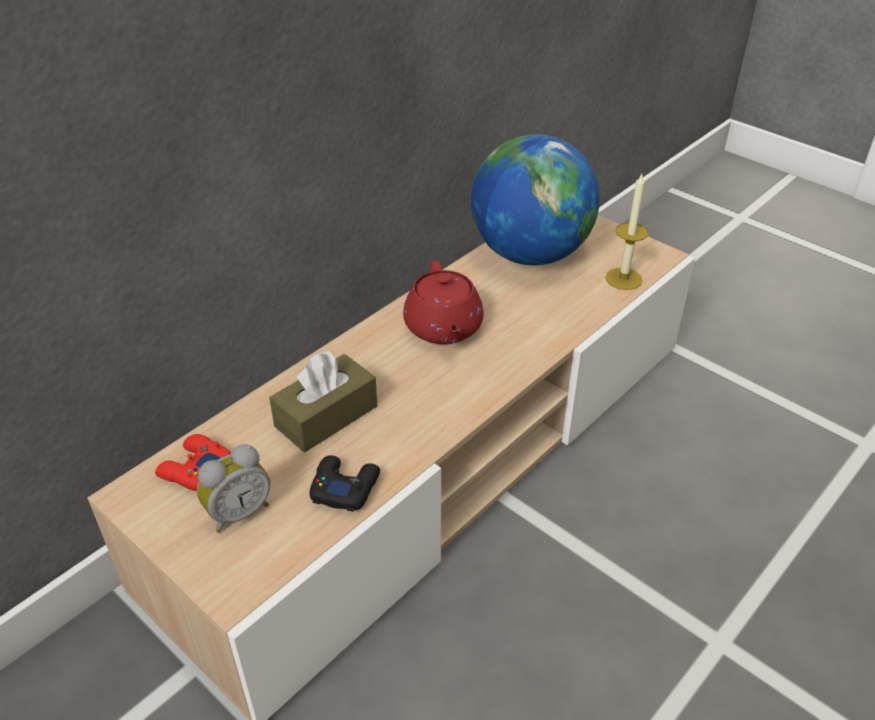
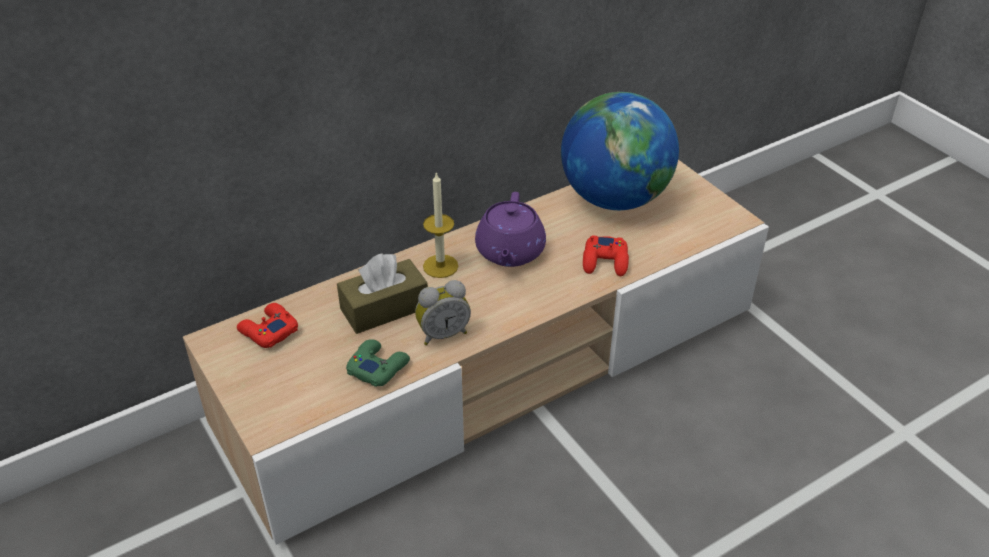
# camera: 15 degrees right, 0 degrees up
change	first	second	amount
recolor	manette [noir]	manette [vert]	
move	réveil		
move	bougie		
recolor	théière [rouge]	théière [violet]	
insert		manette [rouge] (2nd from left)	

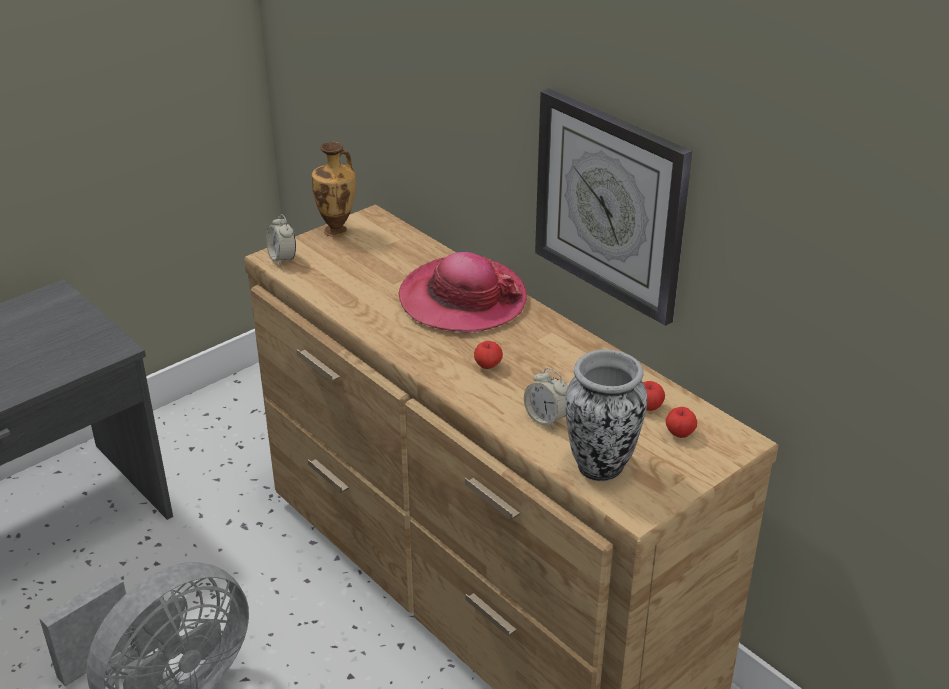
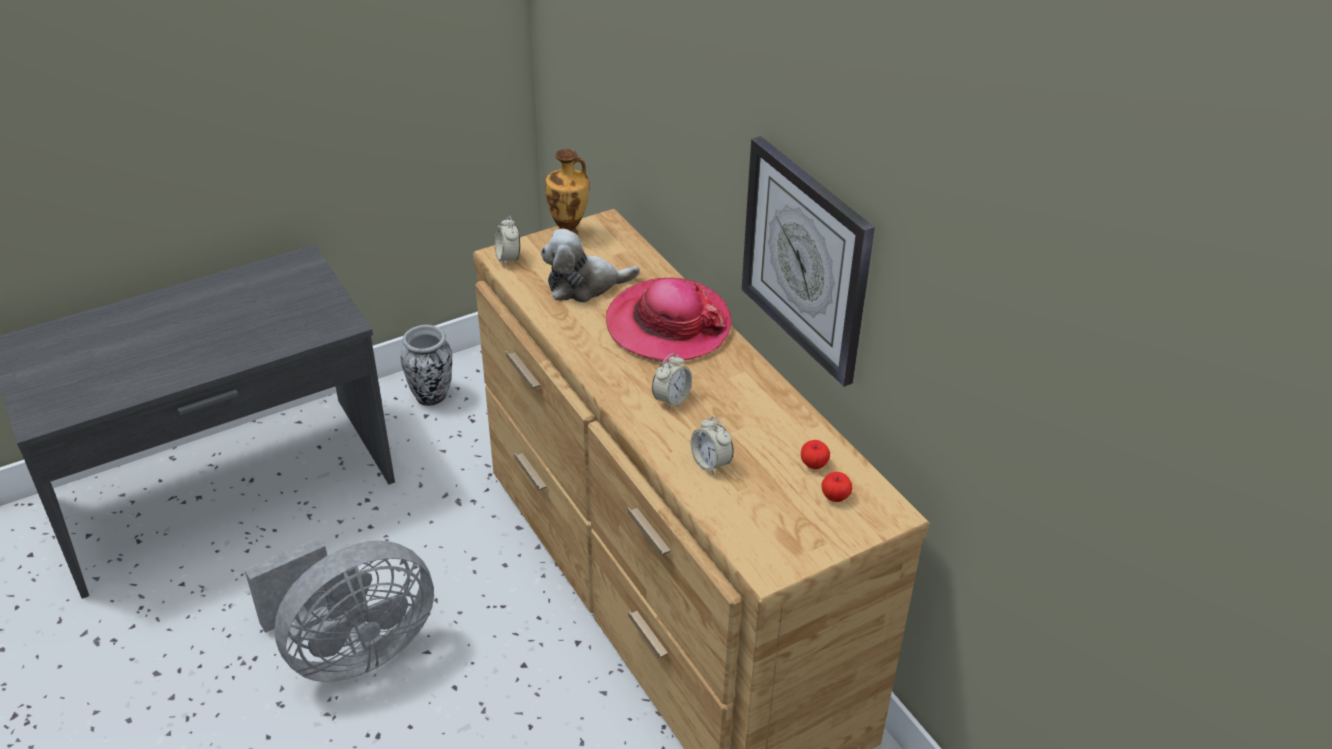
# camera: 10 degrees right, 5 degrees up
change	first	second	amount
move	vase (2nd from left in the first image)	vase (1st from left)	
insert		peluche	
replace	pomme (1st from left)	réveil (2nd from left)	

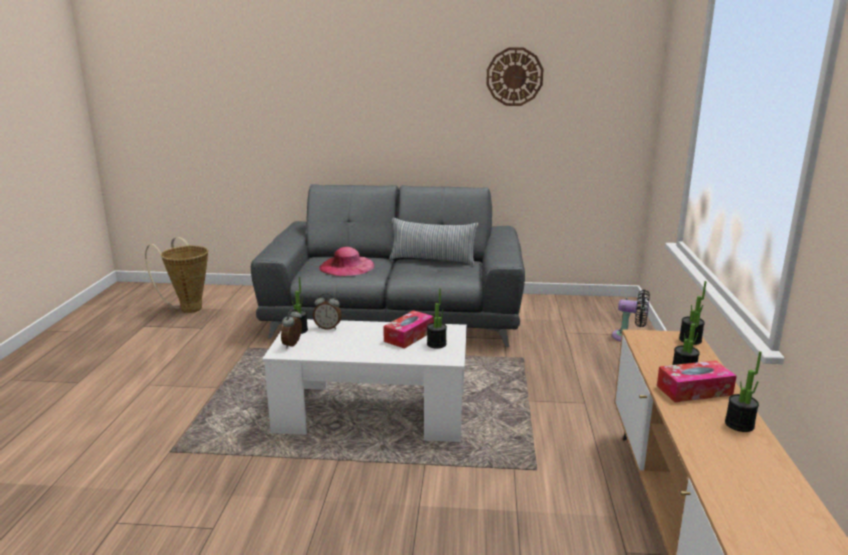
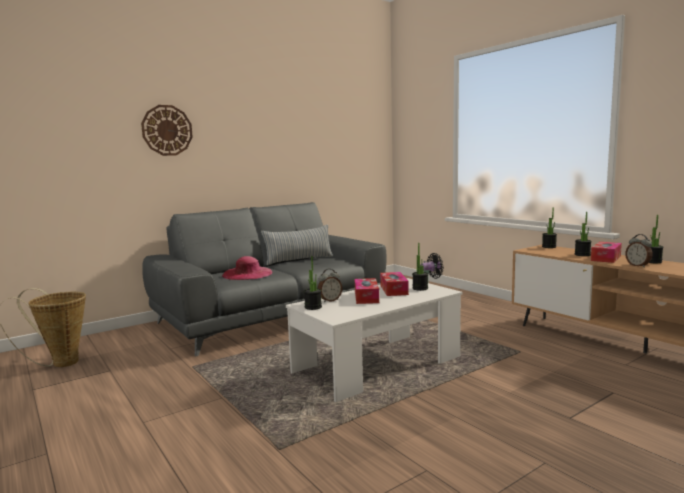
# camera: 40 degrees left, 10 degrees down
change	first	second	amount
move	horloge murale		
insert		boîte à mouchoirs (1st from left)	
move	réveil (1st from left in the first image)	réveil (2nd from left)	

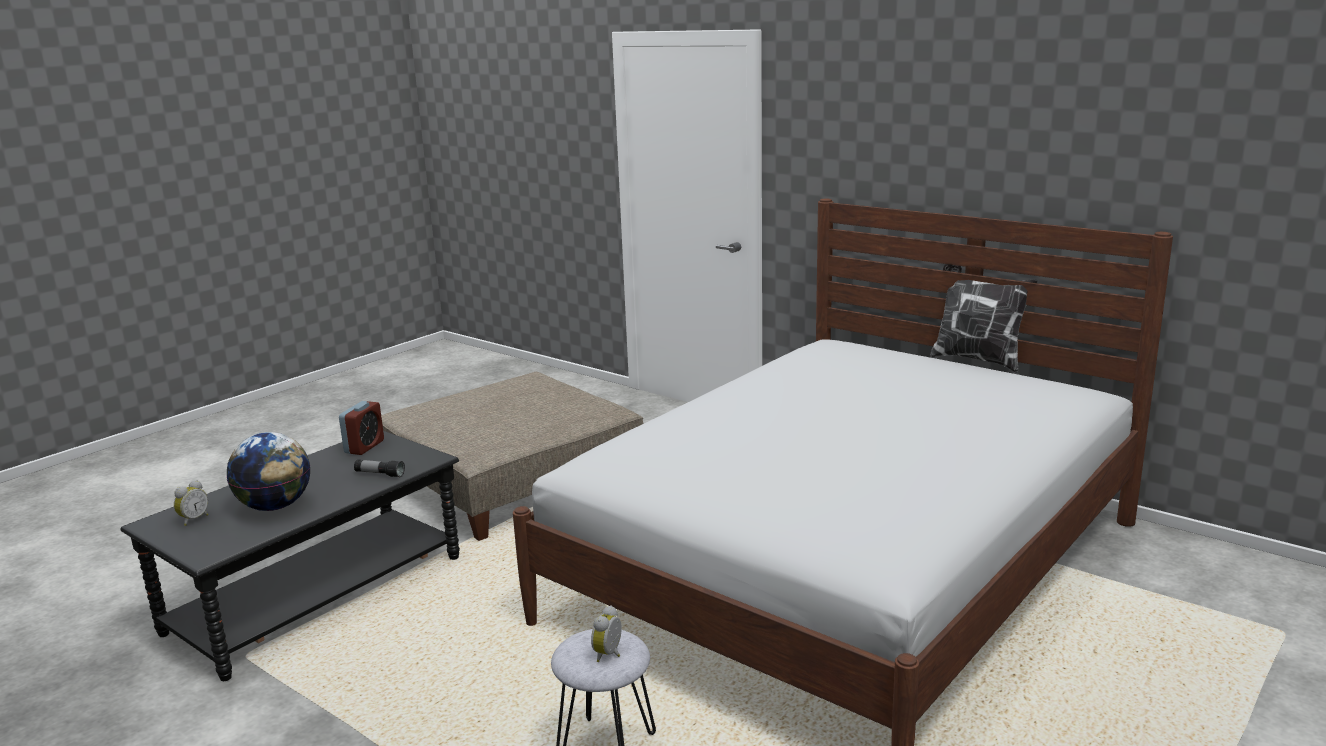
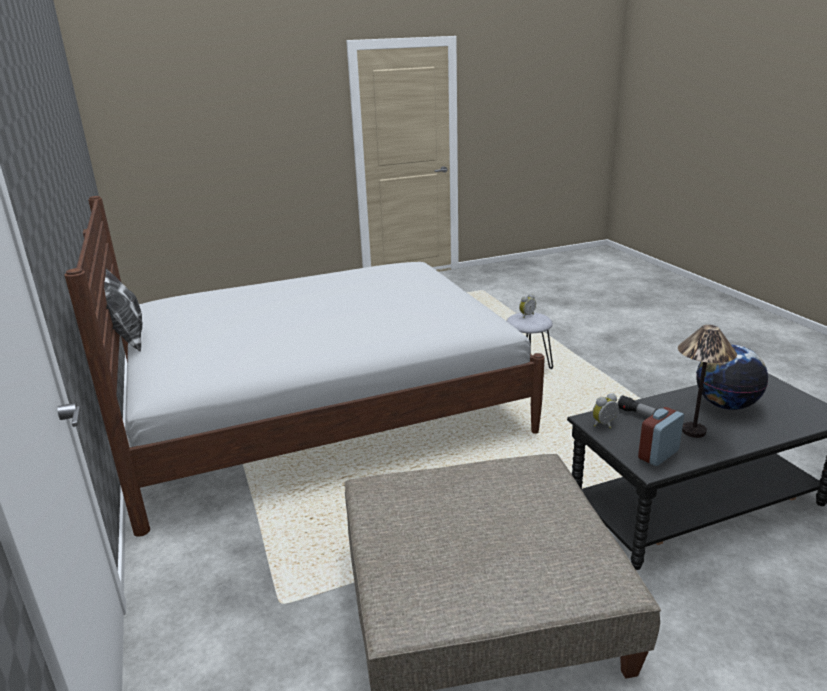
# camera: 150 degrees left, 5 degrees up
change	first	second	amount
move	réveil (1st from left in the first image)	réveil (2nd from left)	
insert		lampe de table	

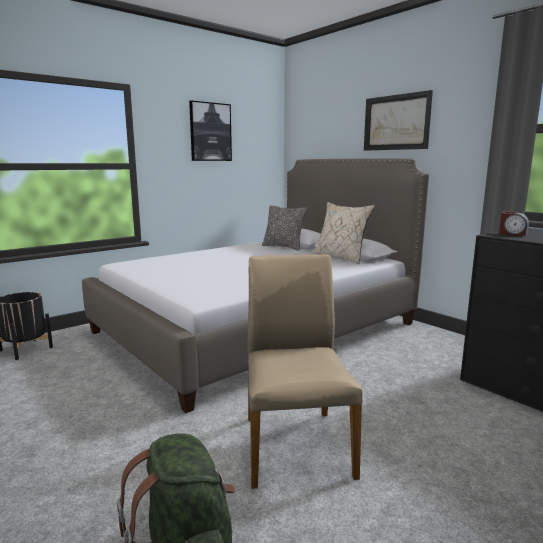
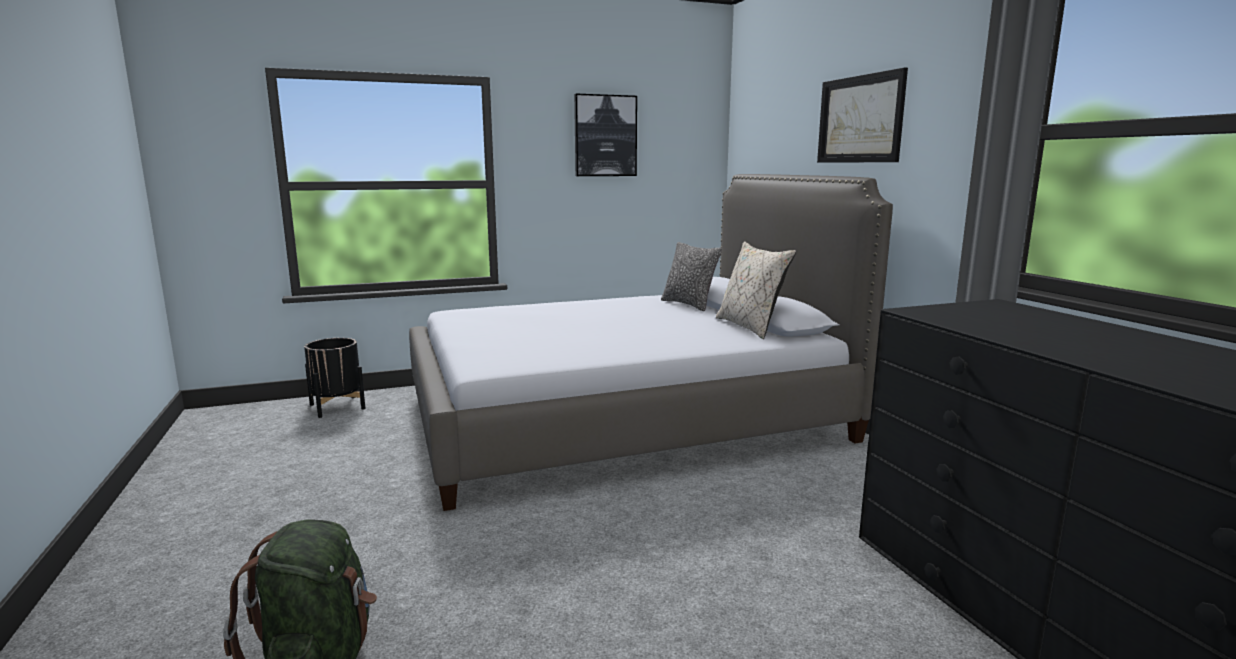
# camera: 20 degrees right, 0 degrees up
change	first	second	amount
delete	chaise [beige]		
delete	réveil		

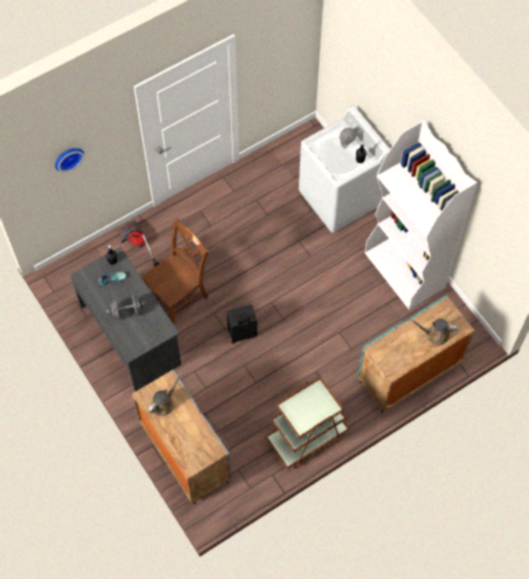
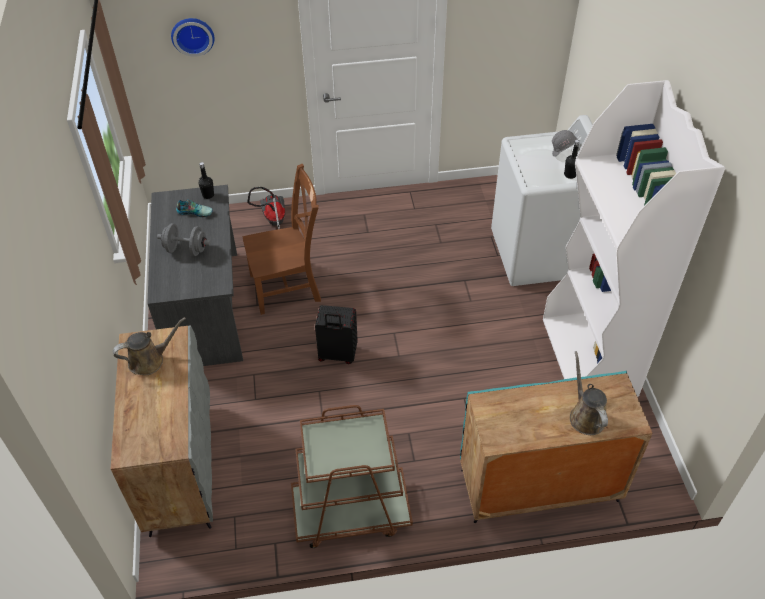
# camera: 25 degrees right, 15 degrees down
change	first	second	amount
rotate	arrosoir [marron] (2nd from left)		45 degrees clockwise

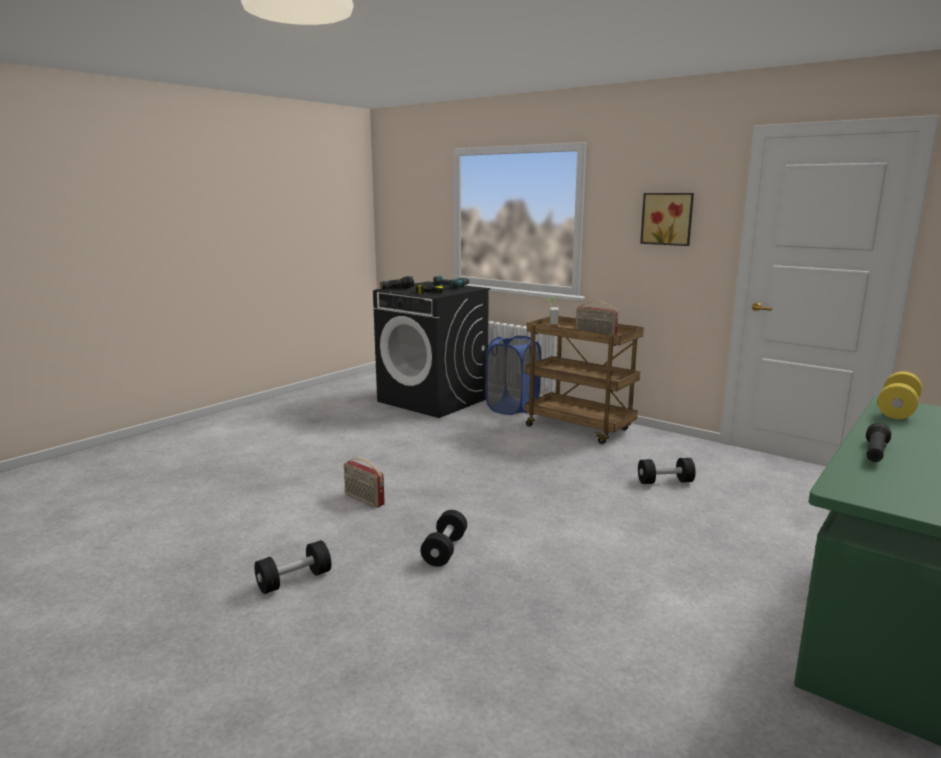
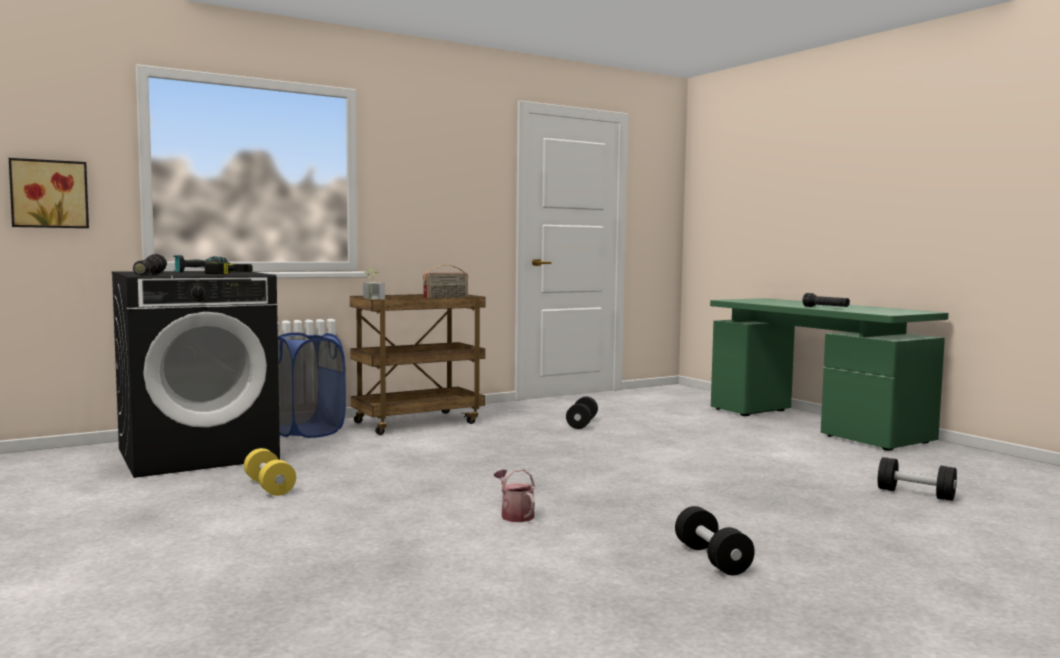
# camera: 70 degrees left, 10 degrees down
change	first	second	amount
move	tableau		
move	haltère [jaune]		
replace	radio (1st from left)	arrosoir	
move	haltère [noir] (2nd from left in the first image)	haltère [noir] (3rd from left)	

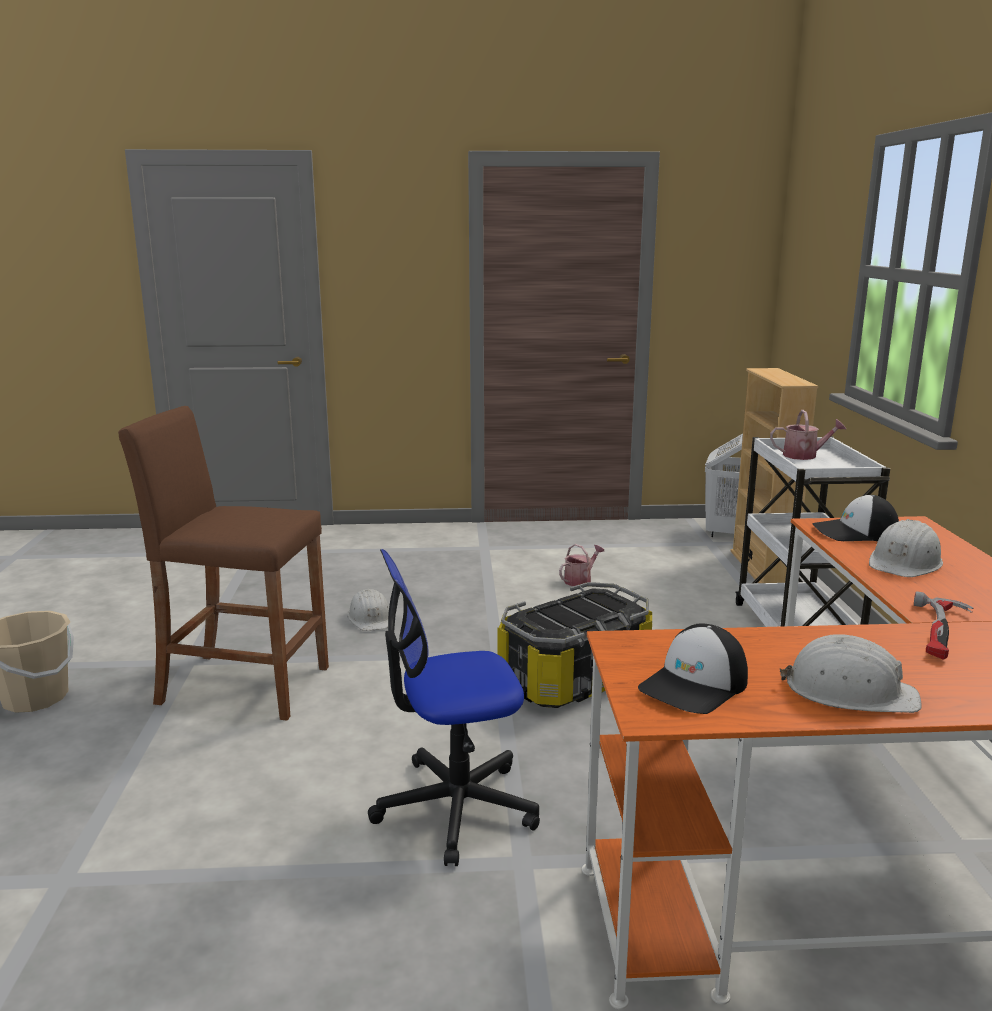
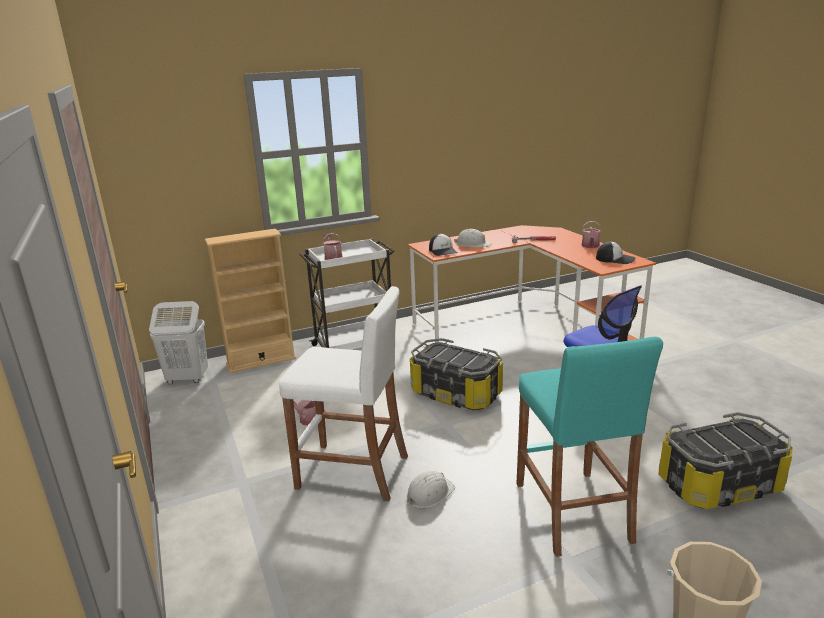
# camera: 110 degrees left, 5 degrees up
change	first	second	amount
insert		tabouret [blanc]	
recolor	tabouret [marron]	tabouret [turquoise]	
replace	casque de chantier [blanc] (2nd from left)	arrosoir (3rd from left)	
insert		boîte de rangement (2nd from left)	

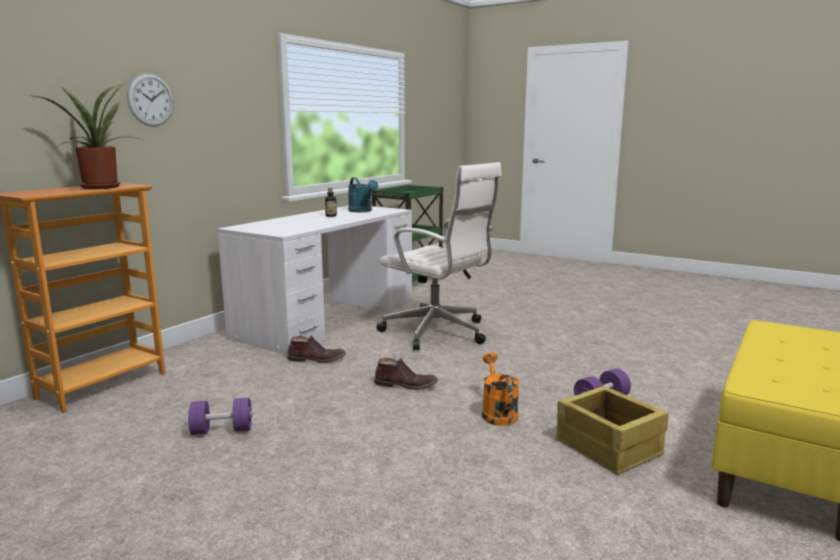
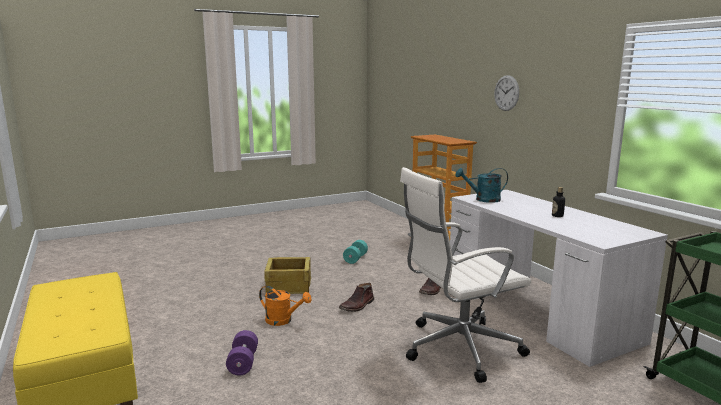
# camera: 120 degrees right, 0 degrees up
change	first	second	amount
move	caisse		
recolor	haltère [violet] (1st from left)	haltère [turquoise]	
move	arrosoir [turquoise]		
delete	plante en pot		

